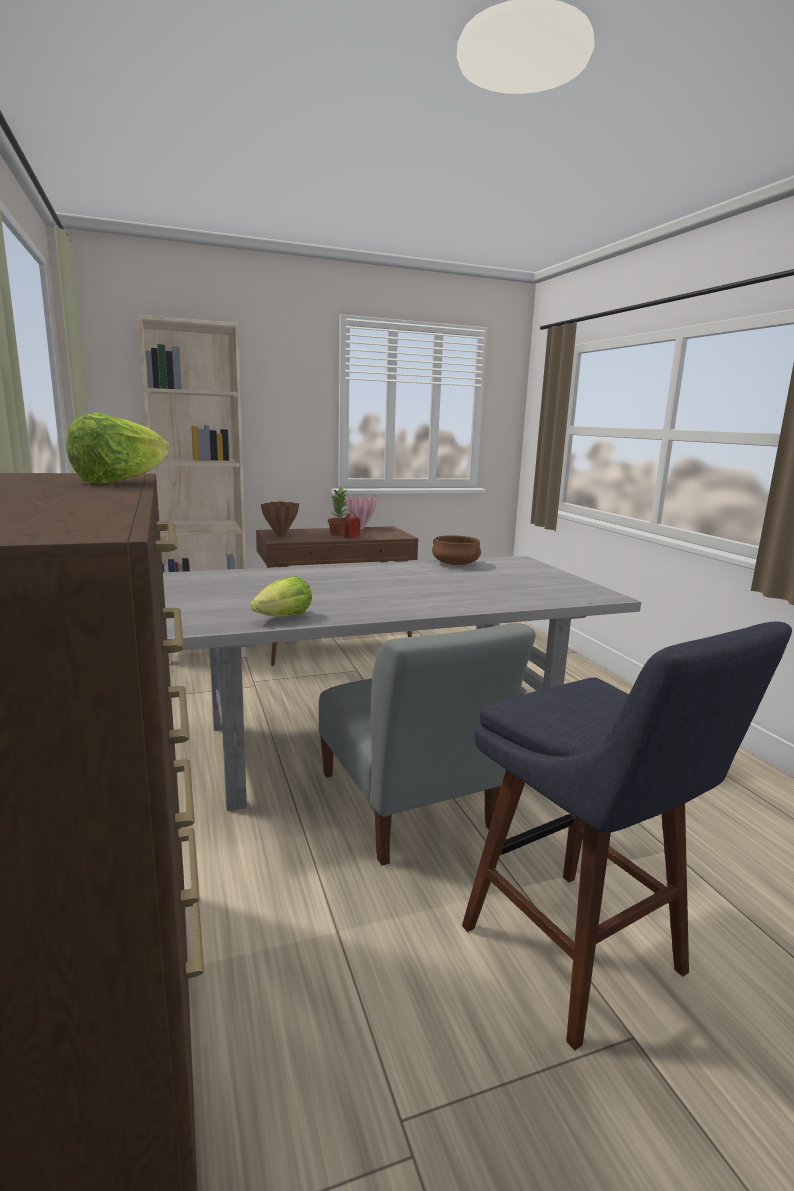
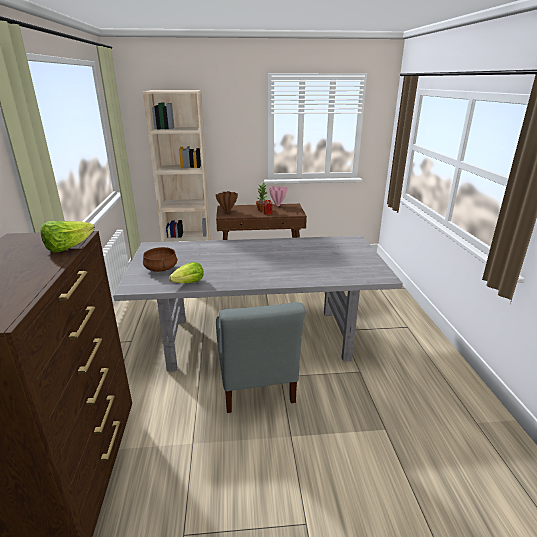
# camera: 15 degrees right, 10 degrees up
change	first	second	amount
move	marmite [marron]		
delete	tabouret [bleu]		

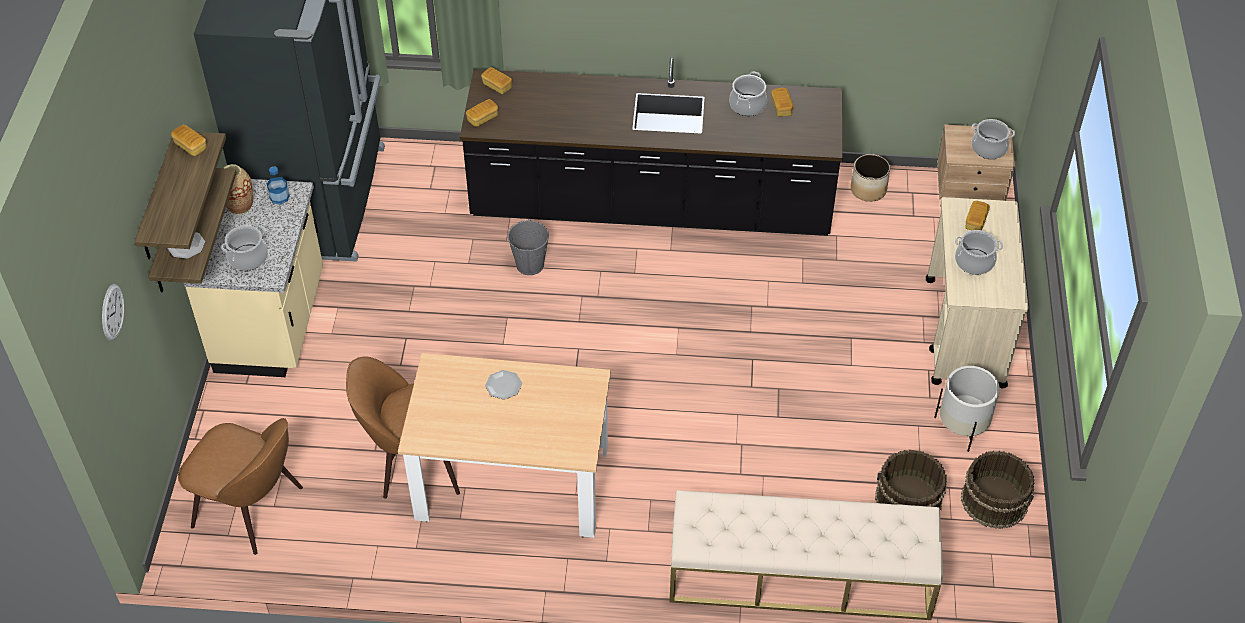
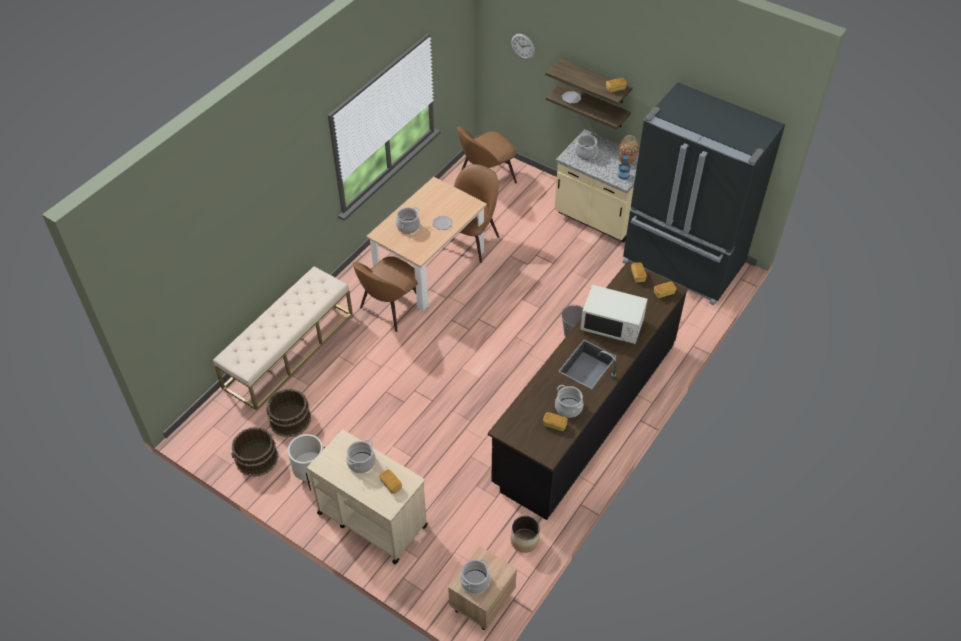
# camera: 120 degrees right, 0 degrees up
change	first	second	amount
insert		chaise [marron] (1st from left)	
insert		marmite (2nd from left)	
insert		micro-ondes [blanc]	

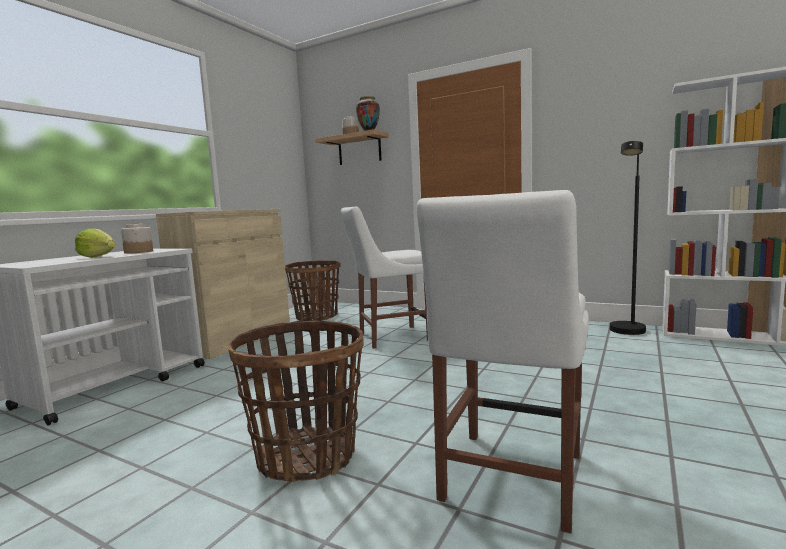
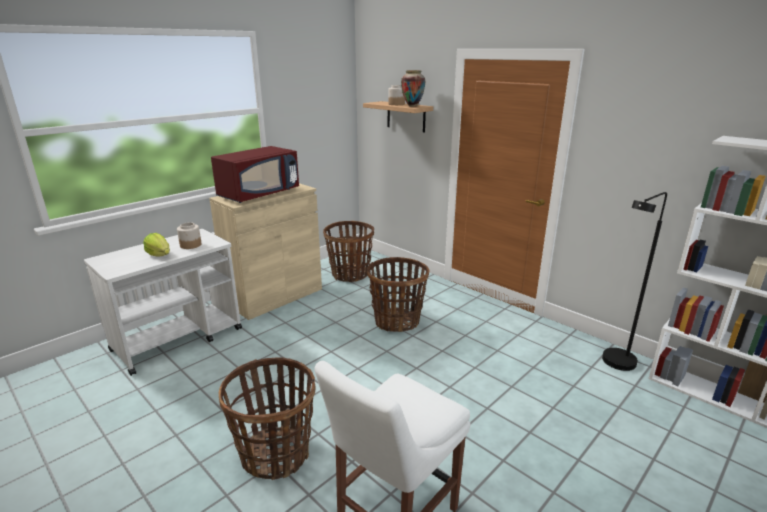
# camera: 15 degrees right, 15 degrees up
change	first	second	amount
insert		micro-ondes [rouge]	
replace	chaise [blanc] (1st from left)	panier (3rd from left)	

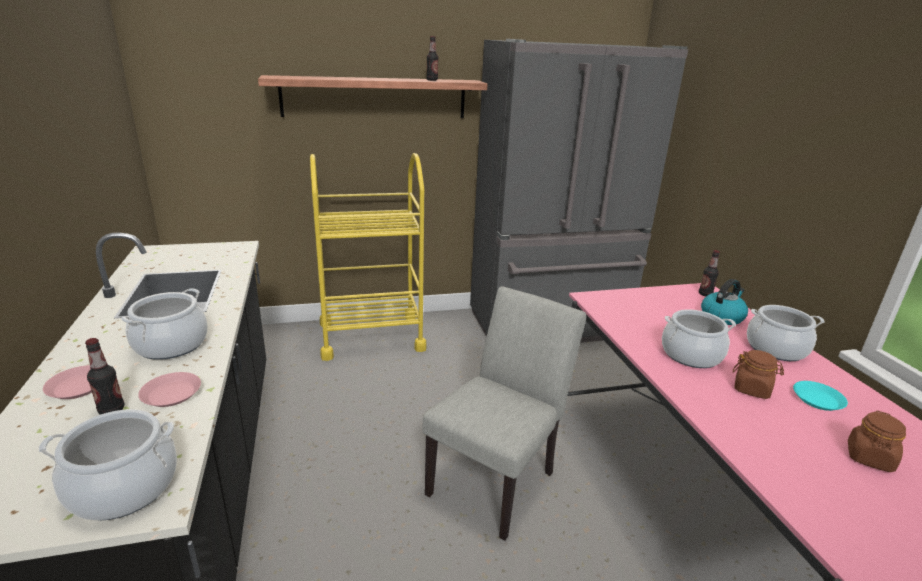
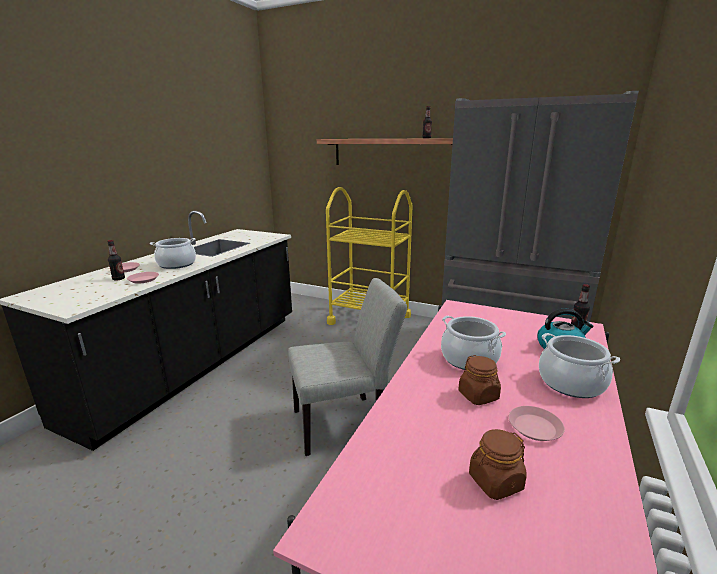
# camera: 40 degrees right, 5 degrees down
change	first	second	amount
recolor	assiette [turquoise]	assiette [rose] (3rd from left)	
delete	marmite (1st from left)		

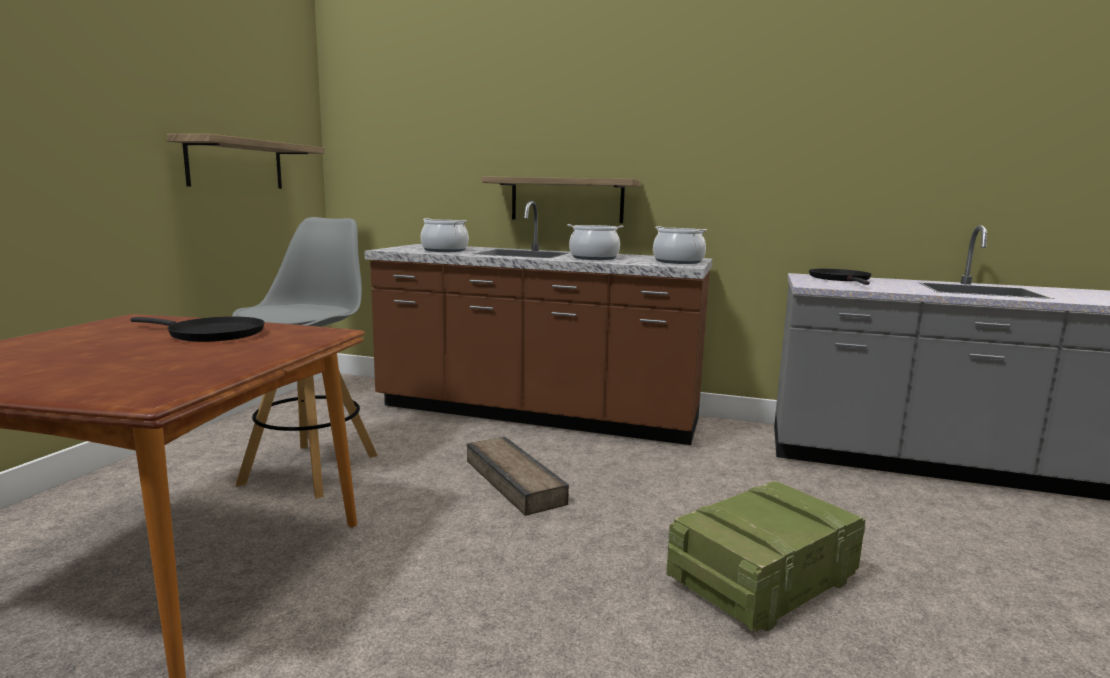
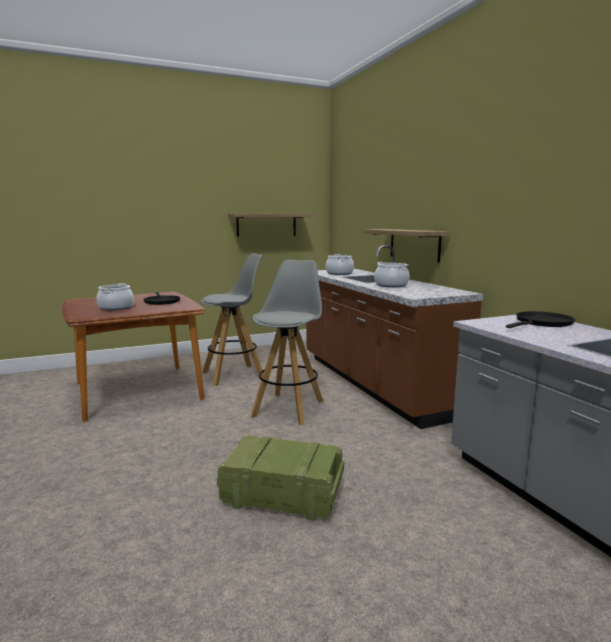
# camera: 50 degrees right, 0 degrees up
change	first	second	amount
move	marmite (3rd from left in the first image)	marmite (1st from left)	
replace	caisse (1st from left)	tabouret [gris] (2nd from left)	

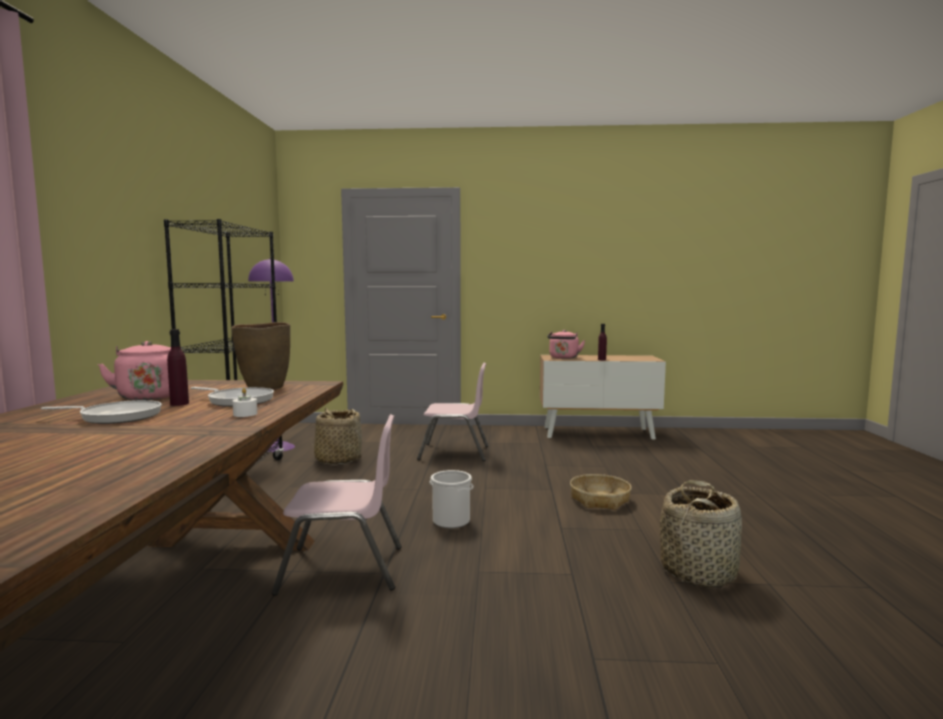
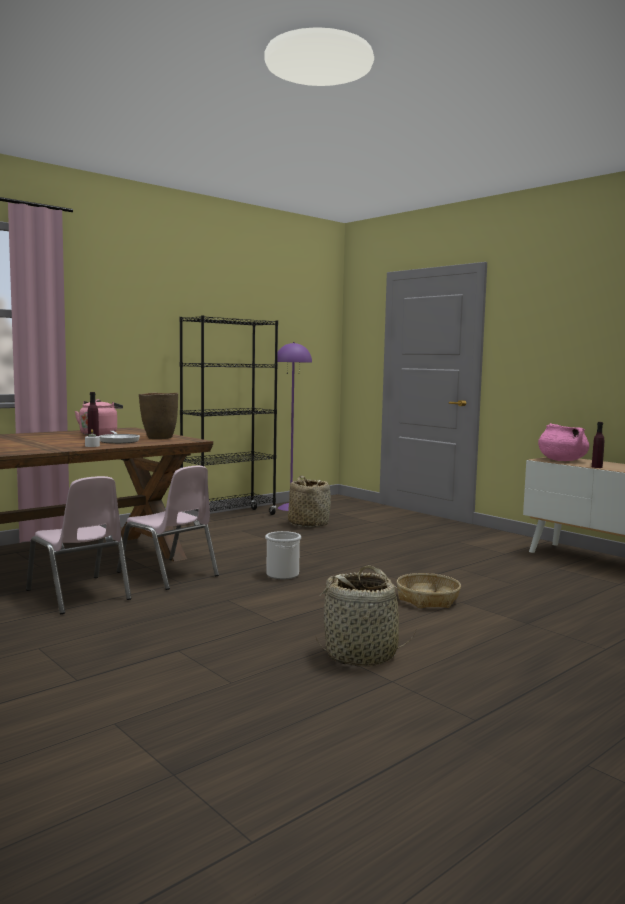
# camera: 45 degrees right, 0 degrees up
change	first	second	amount
move	chaise [rose] (2nd from left in the first image)	chaise [rose] (1st from left)	
replace	bouilloire [rose] (2nd from left)	marmite [rose]	
delete	poêle (1st from left)		

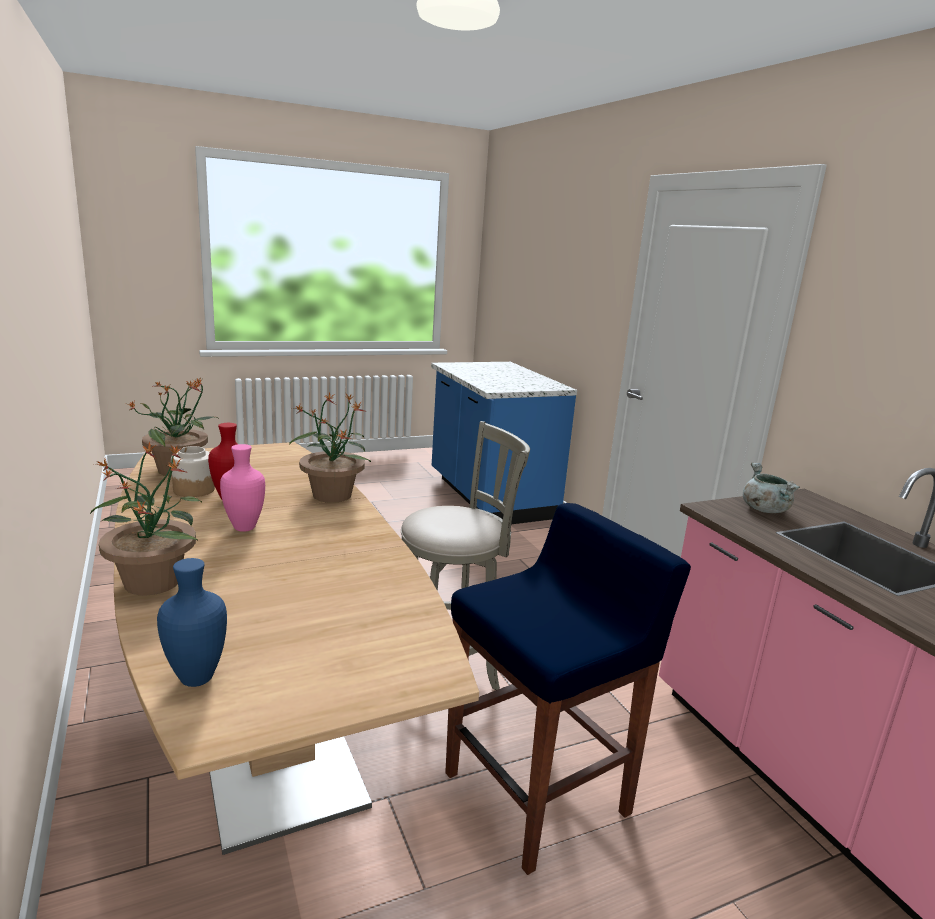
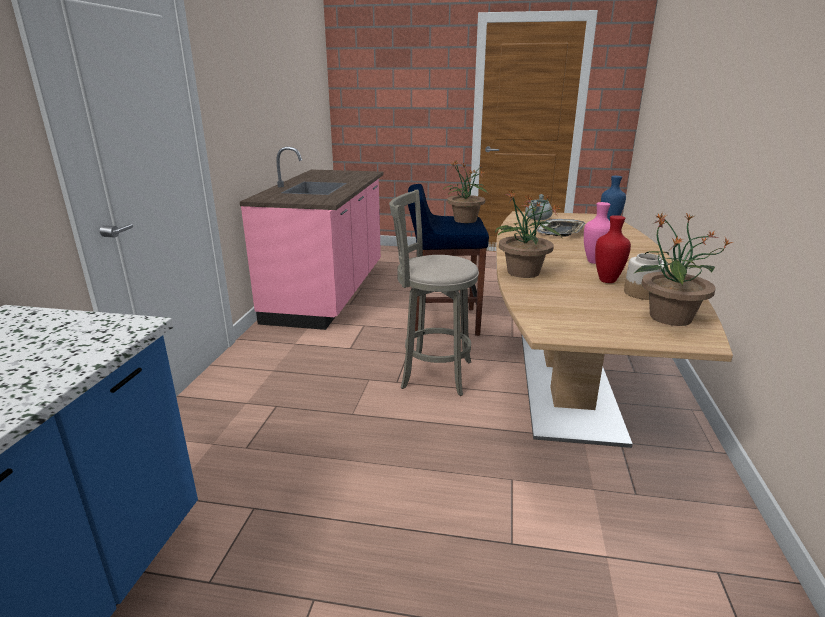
# camera: 145 degrees left, 5 degrees up
change	first	second	amount
move	plante en pot (1st from left)		
move	marmite [gris]		
insert		plateau	

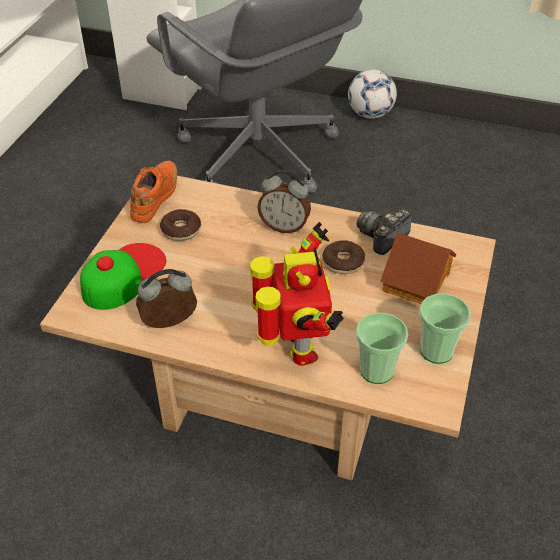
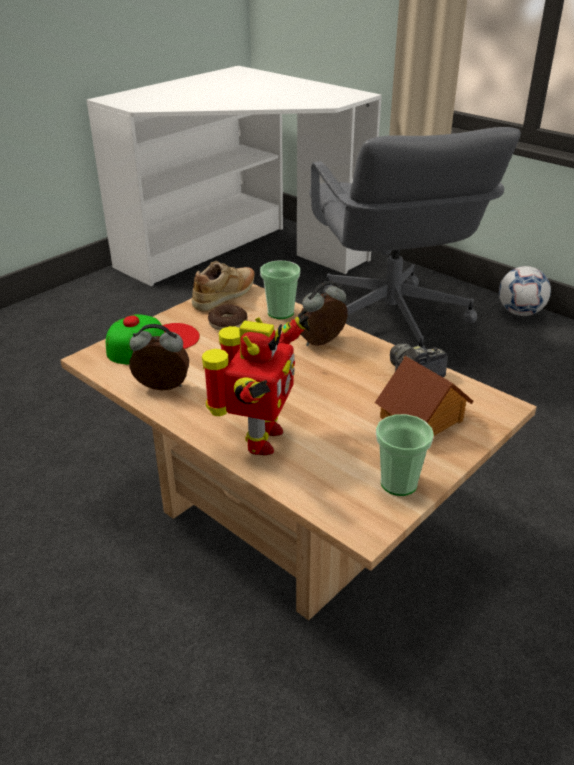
# camera: 25 degrees right, 10 degrees down
change	first	second	amount
recolor	chaussure [orange]	chaussure [beige]	
move	tasse (1st from left)		
rotate	réveil (2nd from left)		105 degrees clockwise
delete	beignet (2nd from left)		

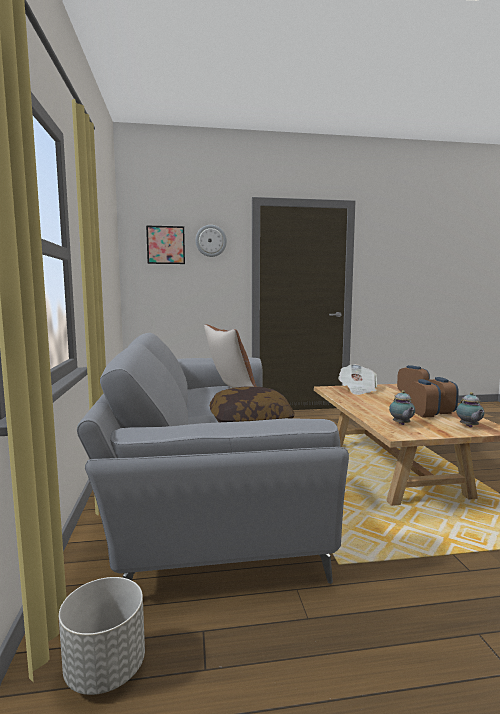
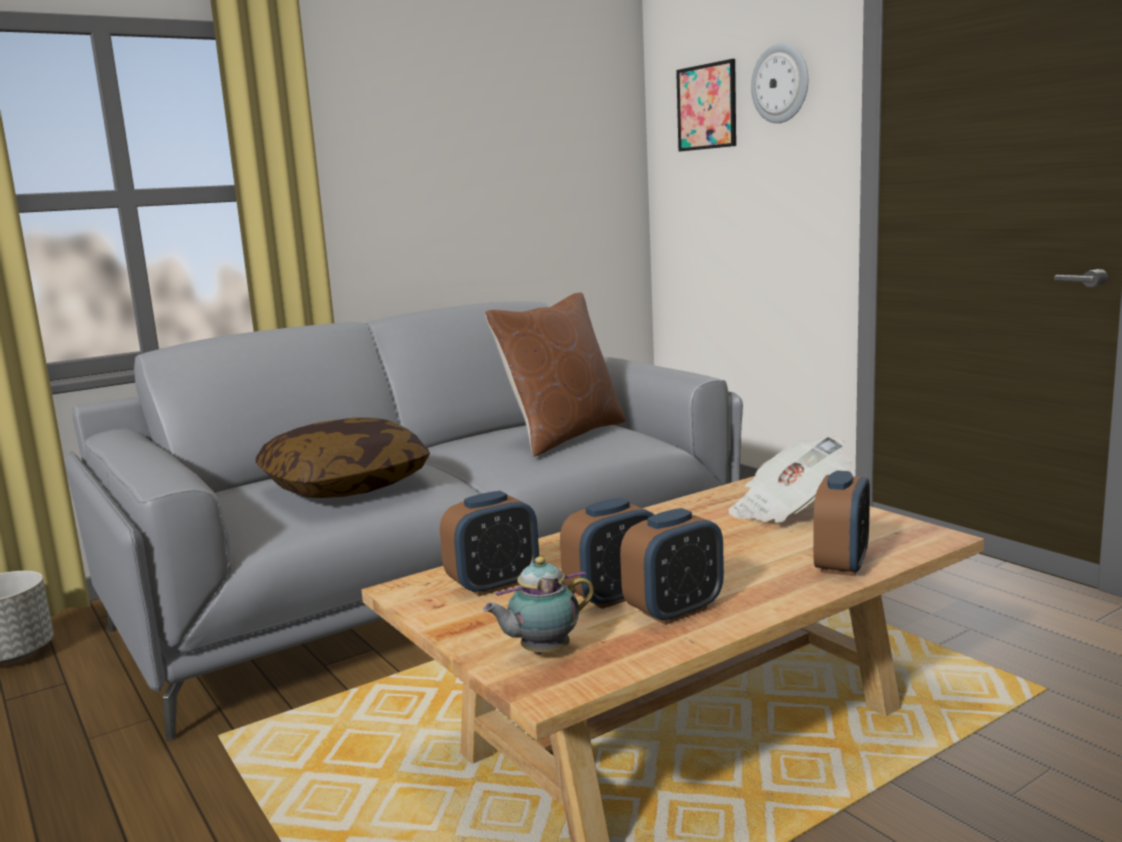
# camera: 65 degrees right, 5 degrees up
change	first	second	amount
replace	théière (1st from left)	réveil (1st from left)	

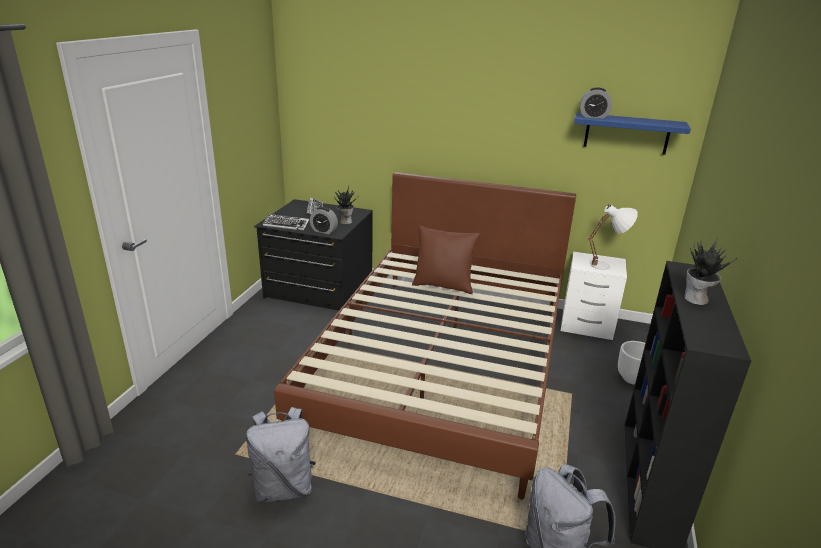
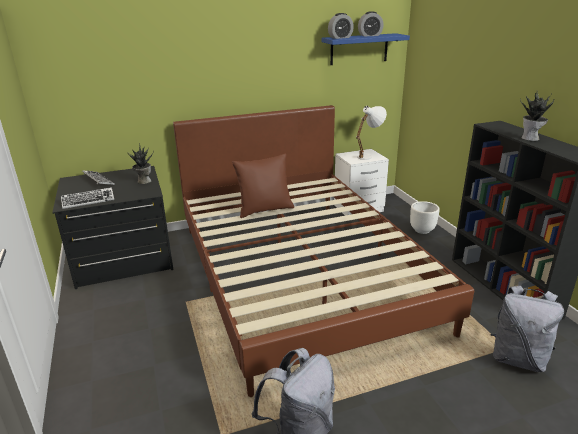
# camera: 35 degrees left, 0 degrees up
change	first	second	amount
move	réveil (1st from left in the first image)	réveil (2nd from left)	

